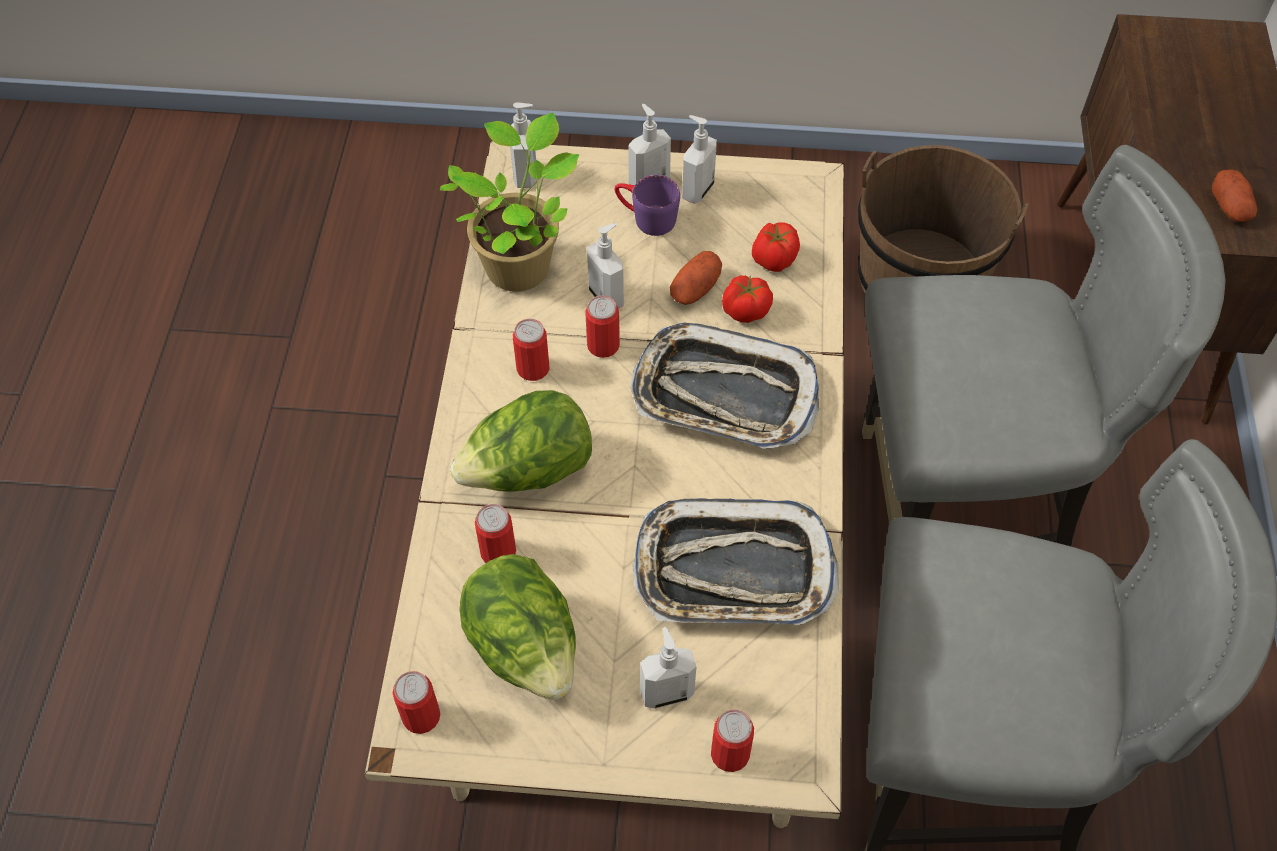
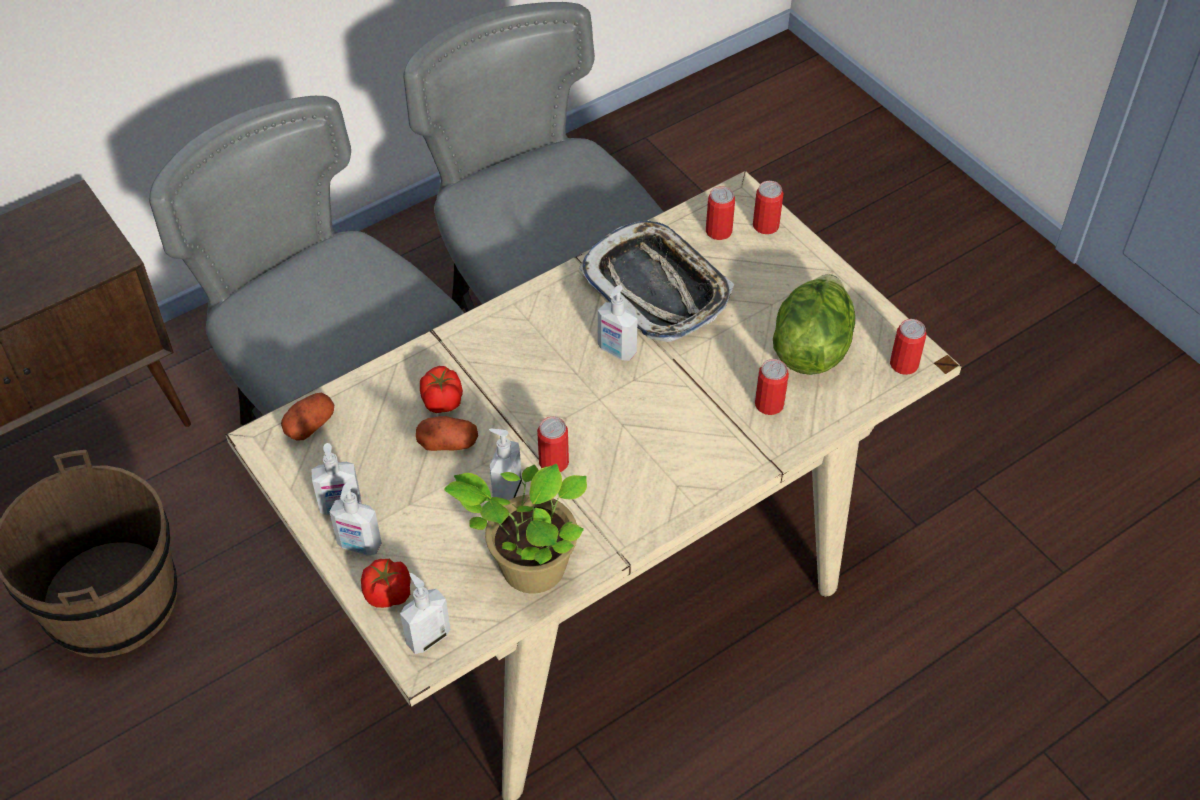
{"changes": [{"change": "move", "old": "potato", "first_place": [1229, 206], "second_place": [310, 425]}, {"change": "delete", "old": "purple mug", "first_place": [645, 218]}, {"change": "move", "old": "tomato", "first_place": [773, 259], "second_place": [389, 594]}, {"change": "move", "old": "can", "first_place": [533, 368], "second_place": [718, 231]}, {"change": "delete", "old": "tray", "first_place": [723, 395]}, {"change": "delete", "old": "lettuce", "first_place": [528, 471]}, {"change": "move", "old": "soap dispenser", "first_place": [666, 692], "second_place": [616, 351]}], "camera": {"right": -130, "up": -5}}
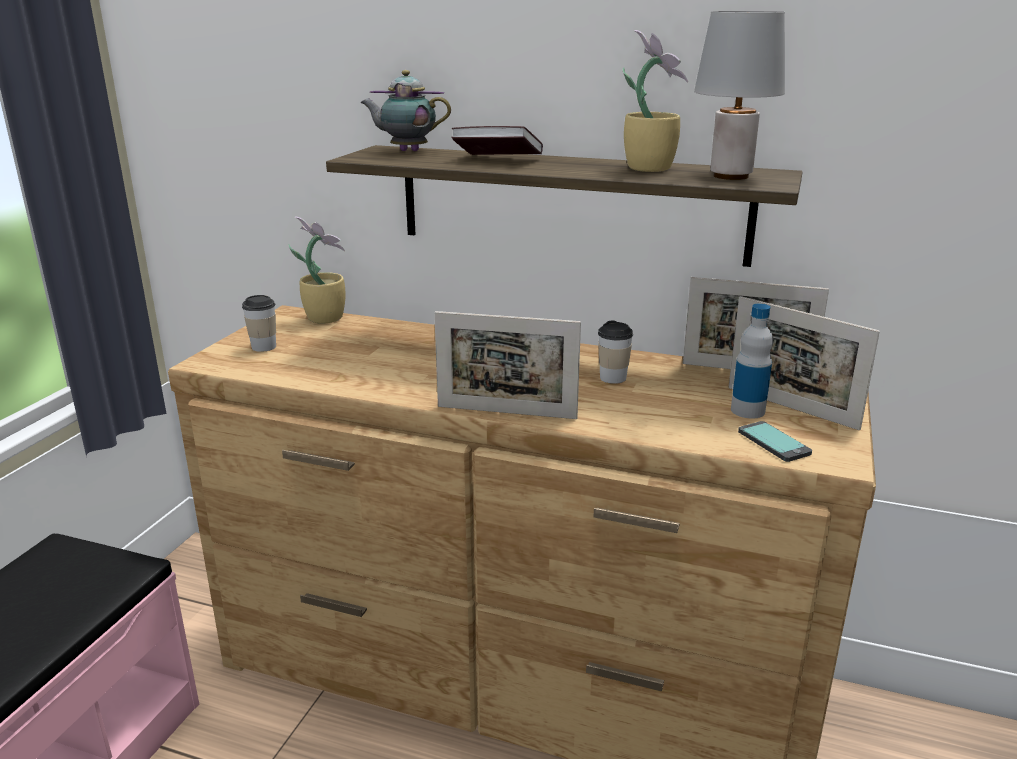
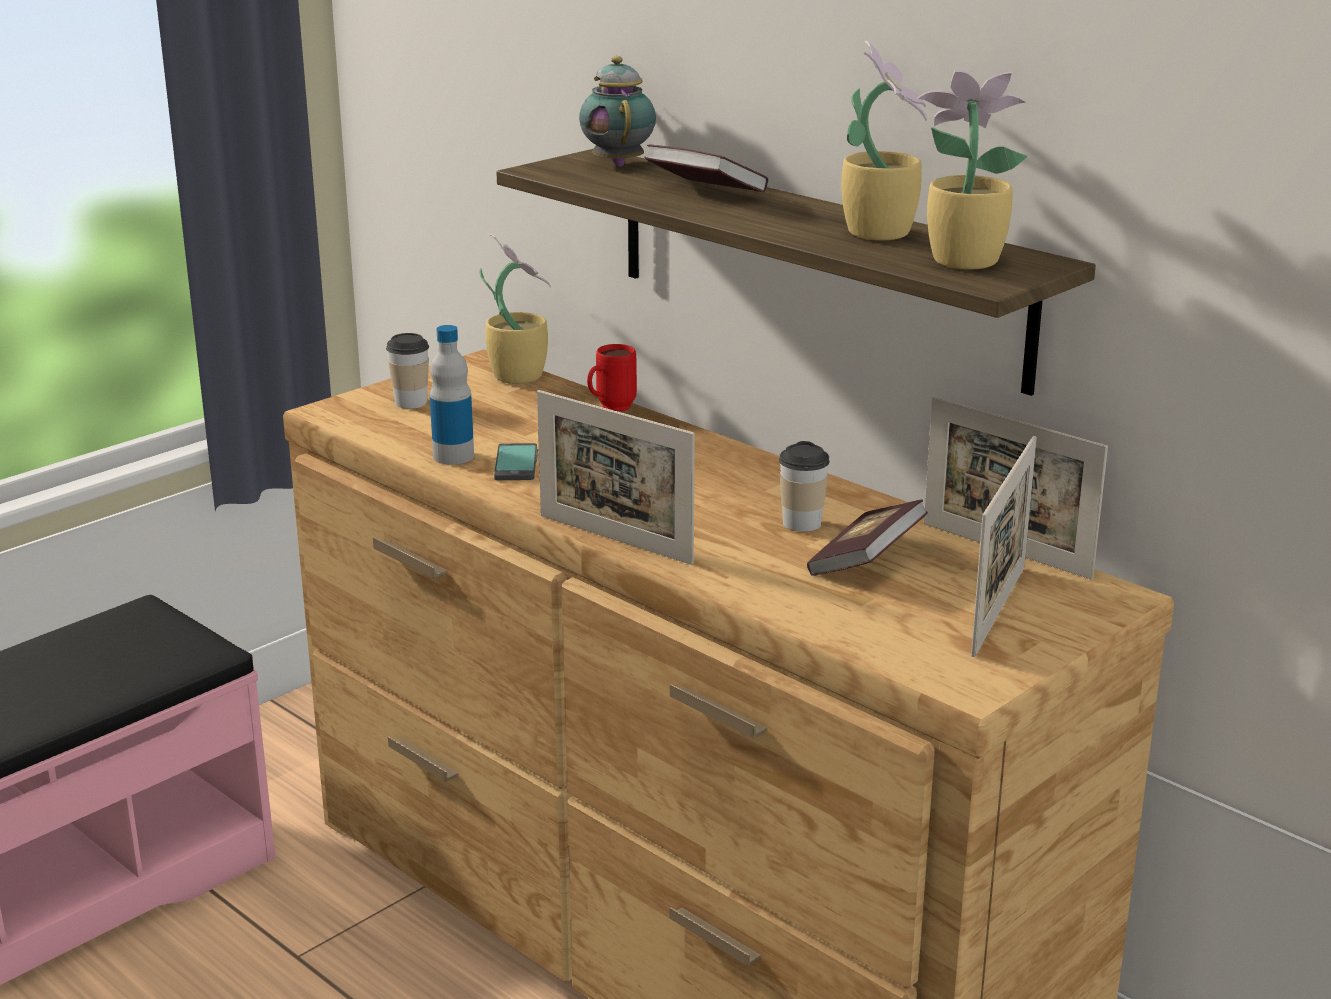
{"changes": [{"change": "replace", "old": "grey table lamp", "new": "potted plant", "first_place": [729, 176], "second_place": [961, 261]}, {"change": "rotate", "old": "teapot", "first_place": [406, 151], "second_place": [618, 163], "degrees": 45}, {"change": "rotate", "old": "picture frame", "first_place": [791, 407], "second_place": [998, 610], "degrees": -135}, {"change": "move", "old": "bottle", "first_place": [747, 410], "second_place": [453, 456]}, {"change": "move", "old": "phone", "first_place": [774, 442], "second_place": [516, 464]}, {"change": "insert", "new": "red mug", "second_place": [610, 409]}, {"change": "insert", "new": "book", "second_place": [866, 562]}], "camera": {"right": 25, "up": 0}}
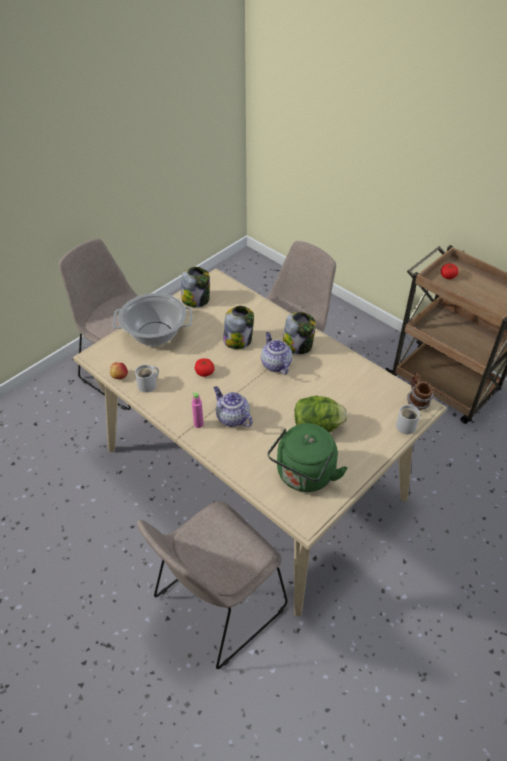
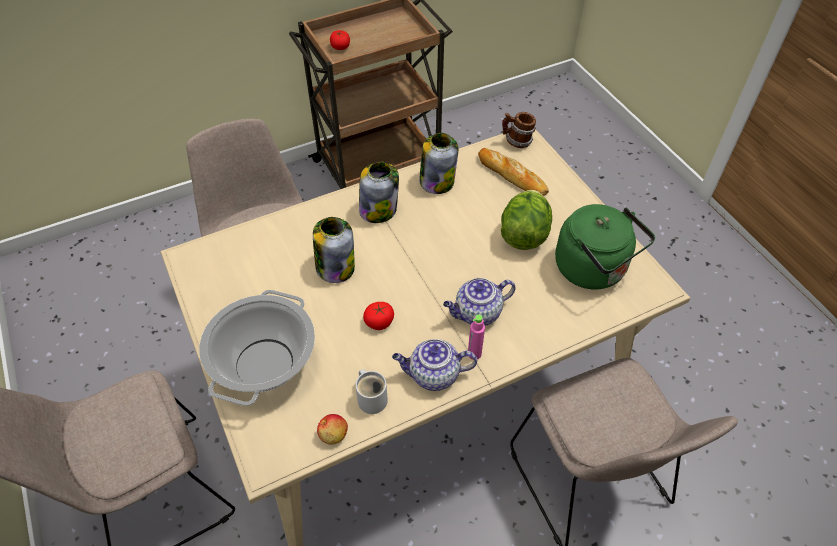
{"changes": [{"change": "move", "old": "jar", "first_place": [196, 300], "second_place": [437, 181]}, {"change": "move", "old": "teapot", "first_place": [275, 364], "second_place": [433, 375]}, {"change": "delete", "old": "white mug", "first_place": [406, 425]}, {"change": "insert", "new": "bread", "second_place": [512, 176]}], "camera": {"right": -70, "up": 5}}
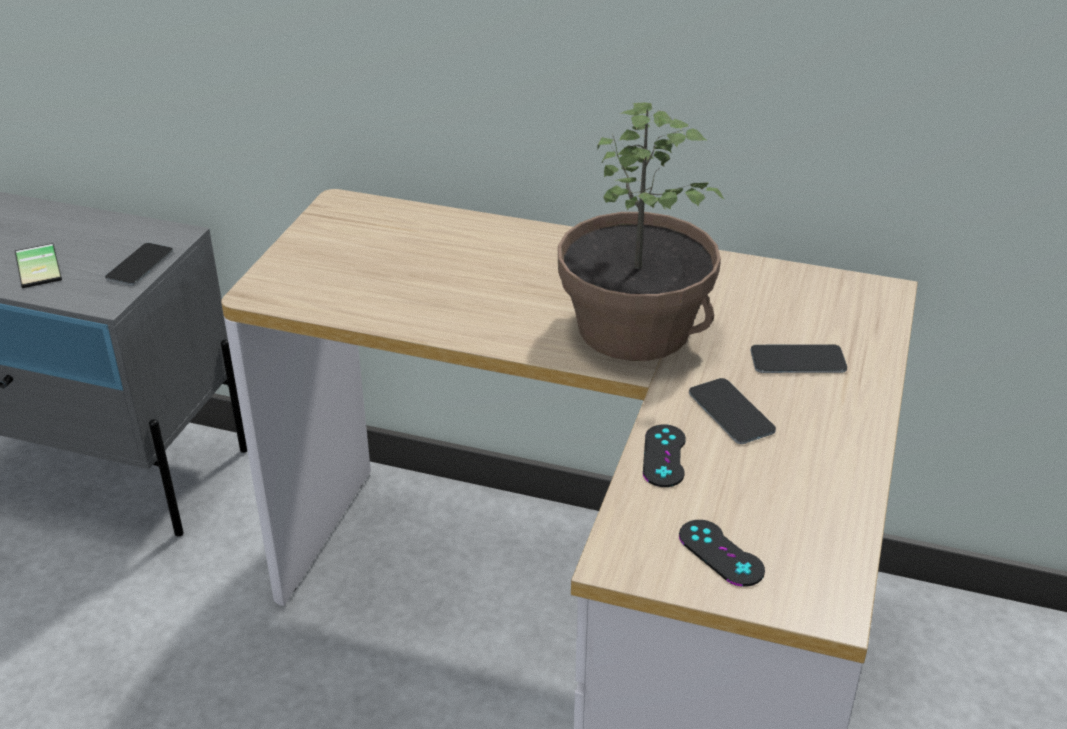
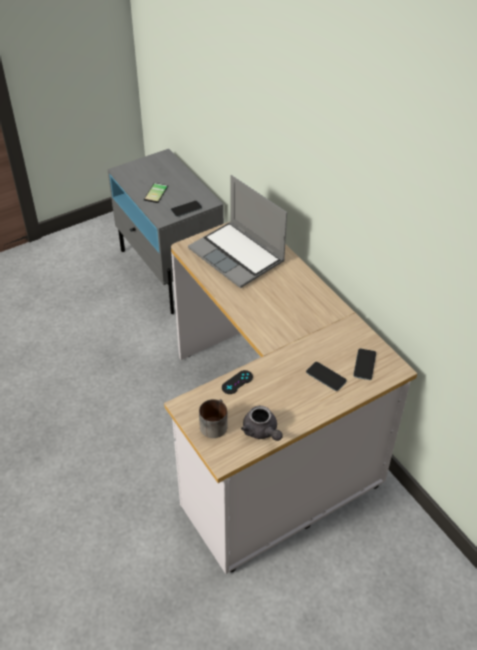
{"changes": [{"change": "delete", "old": "potted plant", "first_place": [633, 329]}, {"change": "move", "old": "phone", "first_place": [731, 412], "second_place": [364, 364]}, {"change": "replace", "old": "black game controller", "new": "mug", "first_place": [721, 553], "second_place": [213, 423]}, {"change": "insert", "new": "laptop", "second_place": [238, 256]}, {"change": "insert", "new": "grey teapot", "second_place": [262, 432]}], "camera": {"right": 40, "up": 10}}
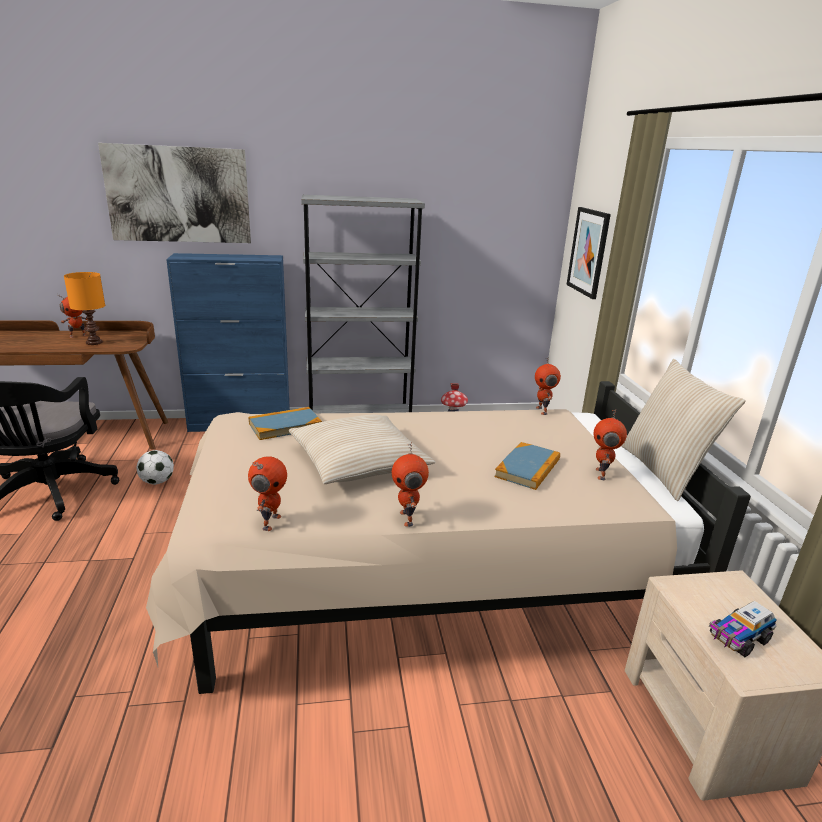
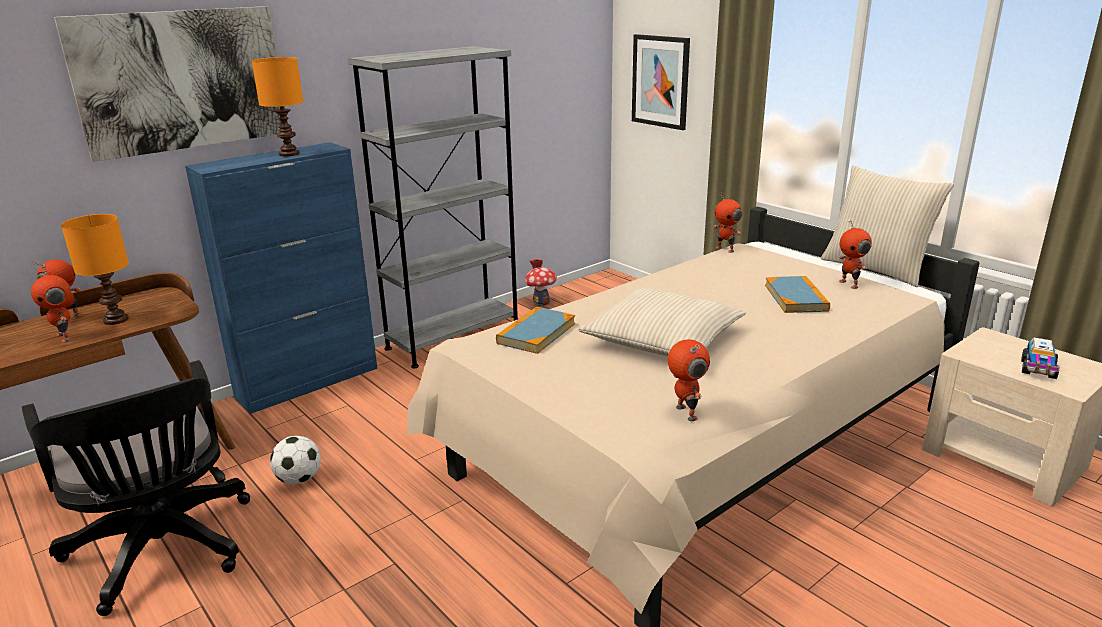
{"changes": [{"change": "move", "old": "toy robot", "first_place": [408, 518], "second_place": [65, 337]}, {"change": "insert", "new": "orange table lamp", "second_place": [288, 154]}], "camera": {"right": -30, "up": 0}}
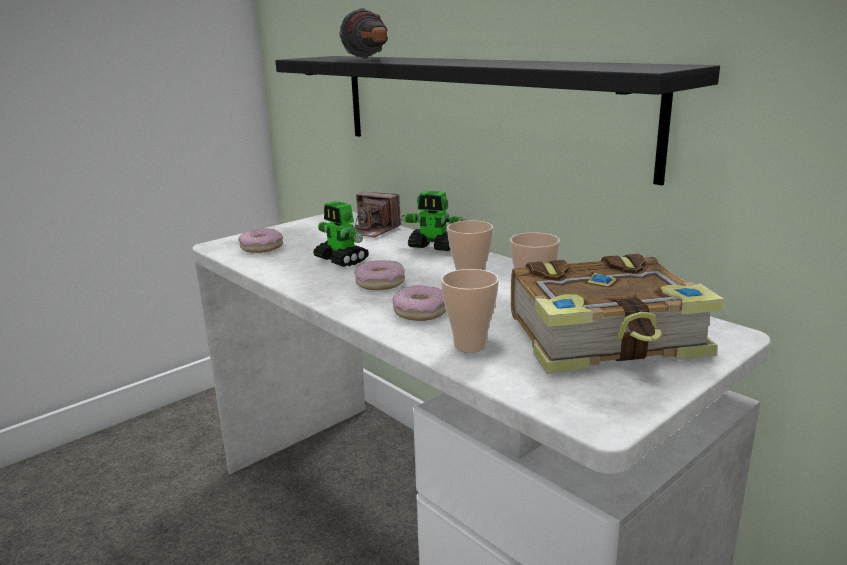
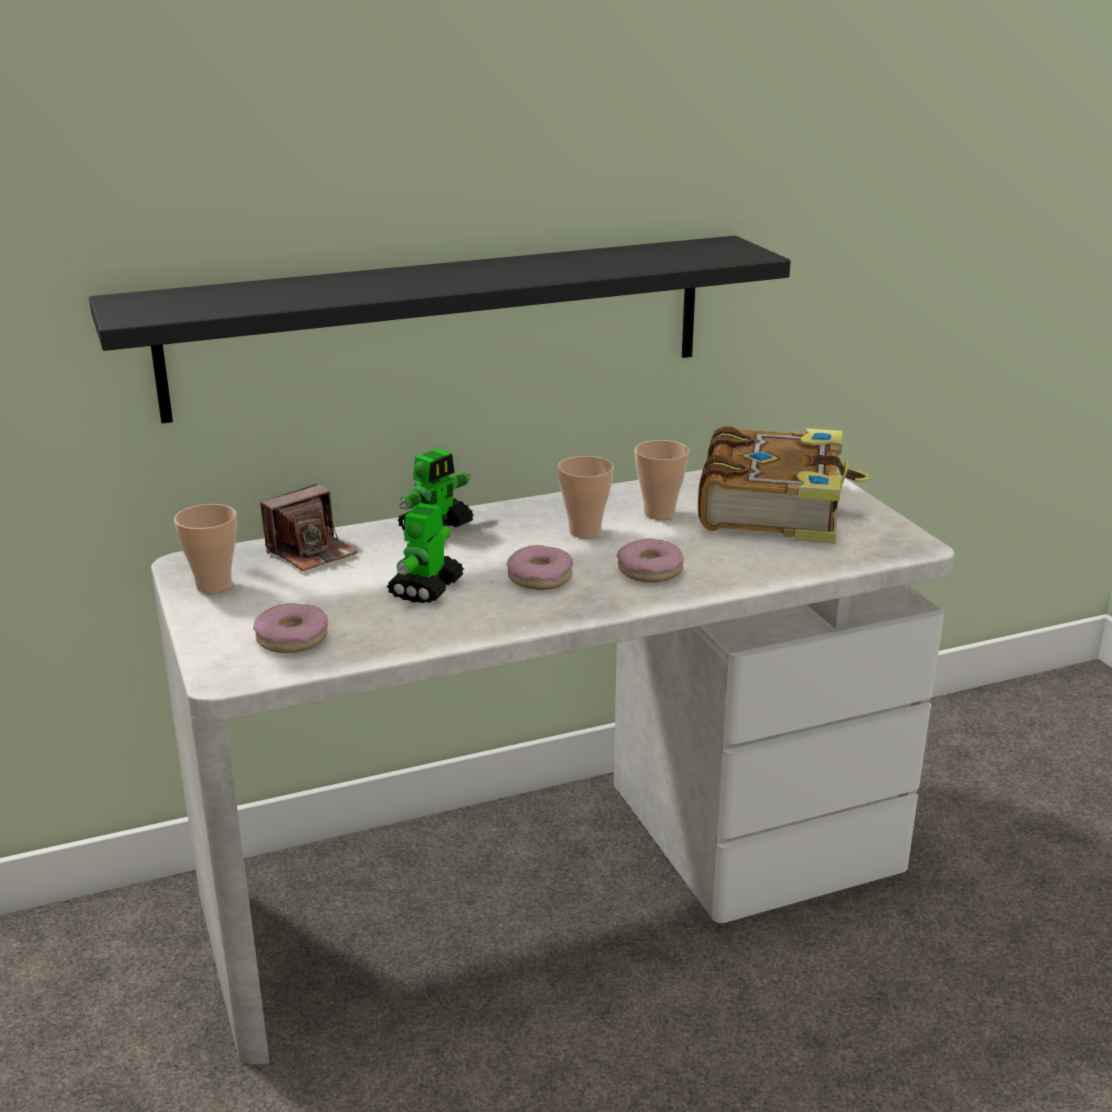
{"changes": [{"change": "delete", "old": "flashlight", "first_place": [371, 60]}, {"change": "rotate", "old": "toy robot", "first_place": [341, 260], "second_place": [425, 589], "degrees": 135}, {"change": "move", "old": "cup", "first_place": [470, 345], "second_place": [214, 586]}], "camera": {"right": -70, "up": 5}}
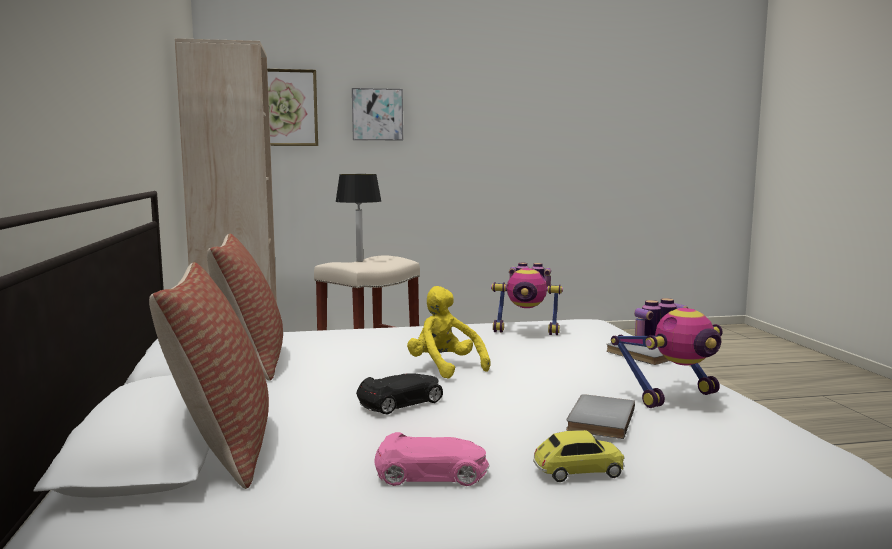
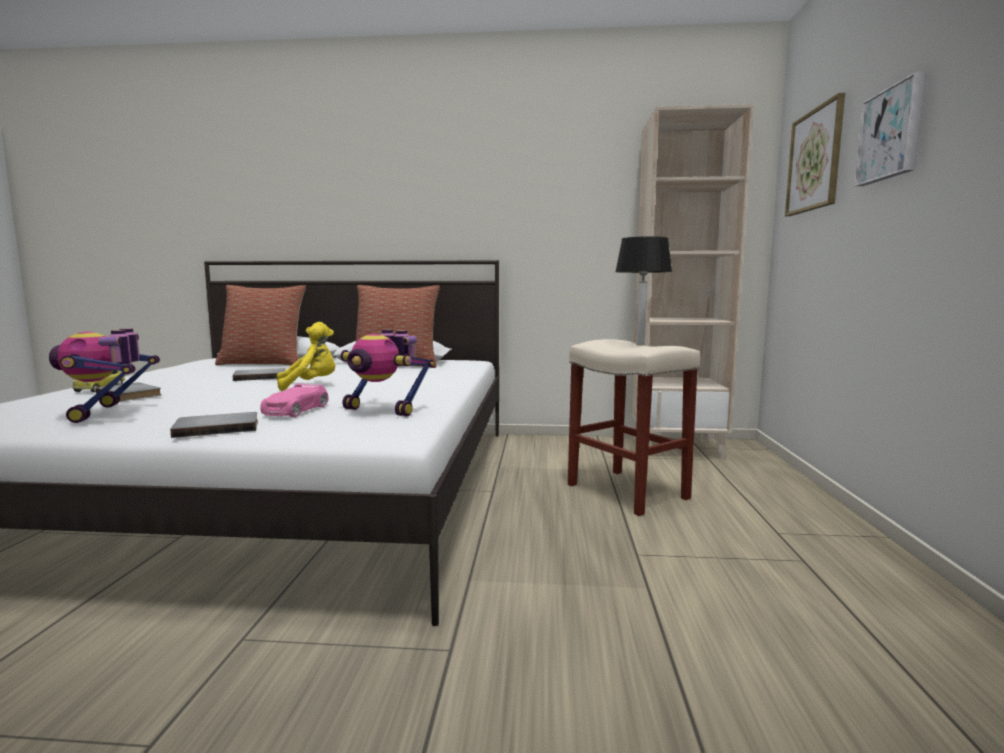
{"changes": [{"change": "rotate", "old": "toy robot", "first_place": [527, 331], "second_place": [384, 410], "degrees": -90}, {"change": "replace", "old": "black toy car", "new": "grey book", "first_place": [401, 402], "second_place": [260, 377]}, {"change": "move", "old": "pink toy car", "first_place": [432, 474], "second_place": [295, 411]}], "camera": {"right": 105, "up": 0}}
